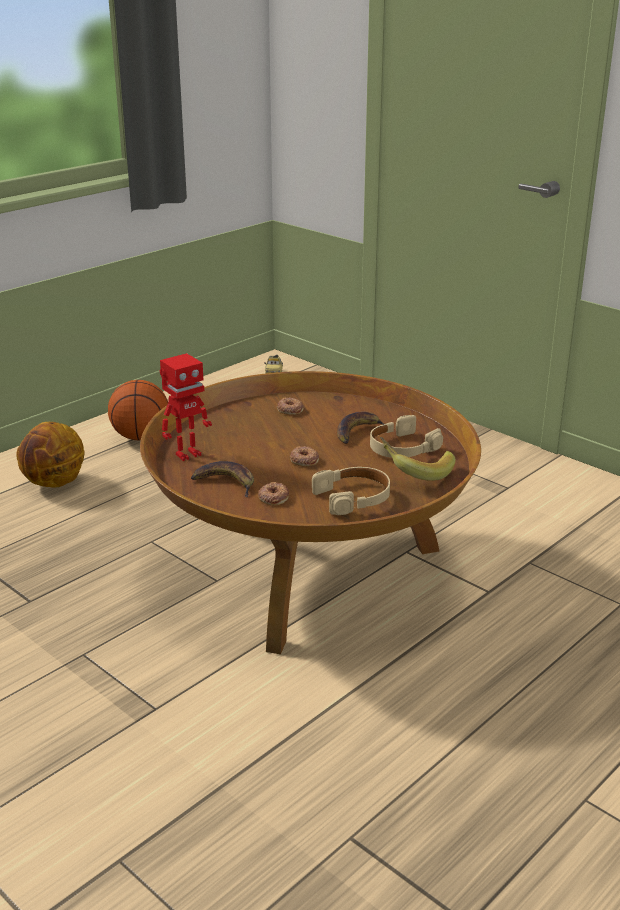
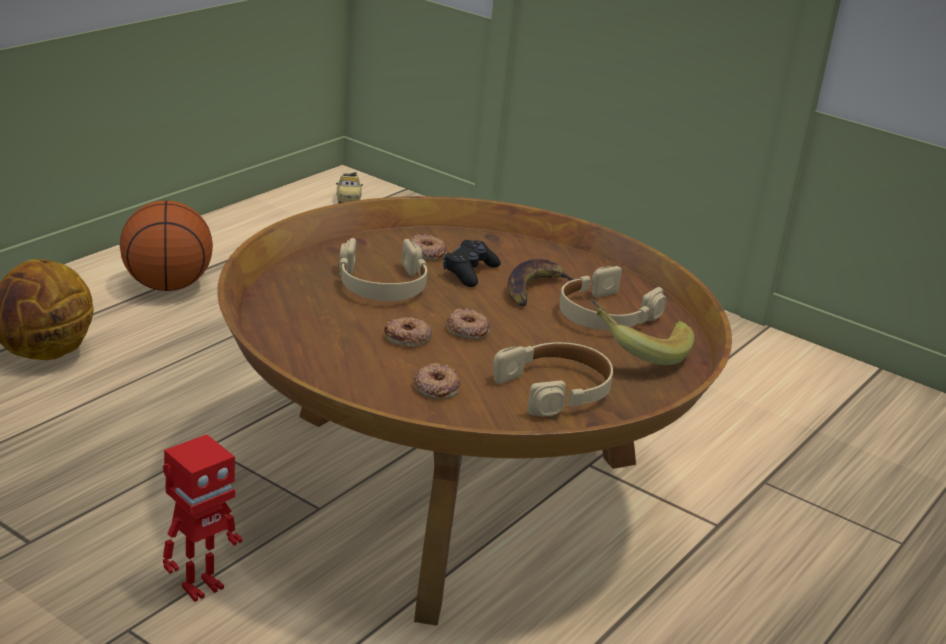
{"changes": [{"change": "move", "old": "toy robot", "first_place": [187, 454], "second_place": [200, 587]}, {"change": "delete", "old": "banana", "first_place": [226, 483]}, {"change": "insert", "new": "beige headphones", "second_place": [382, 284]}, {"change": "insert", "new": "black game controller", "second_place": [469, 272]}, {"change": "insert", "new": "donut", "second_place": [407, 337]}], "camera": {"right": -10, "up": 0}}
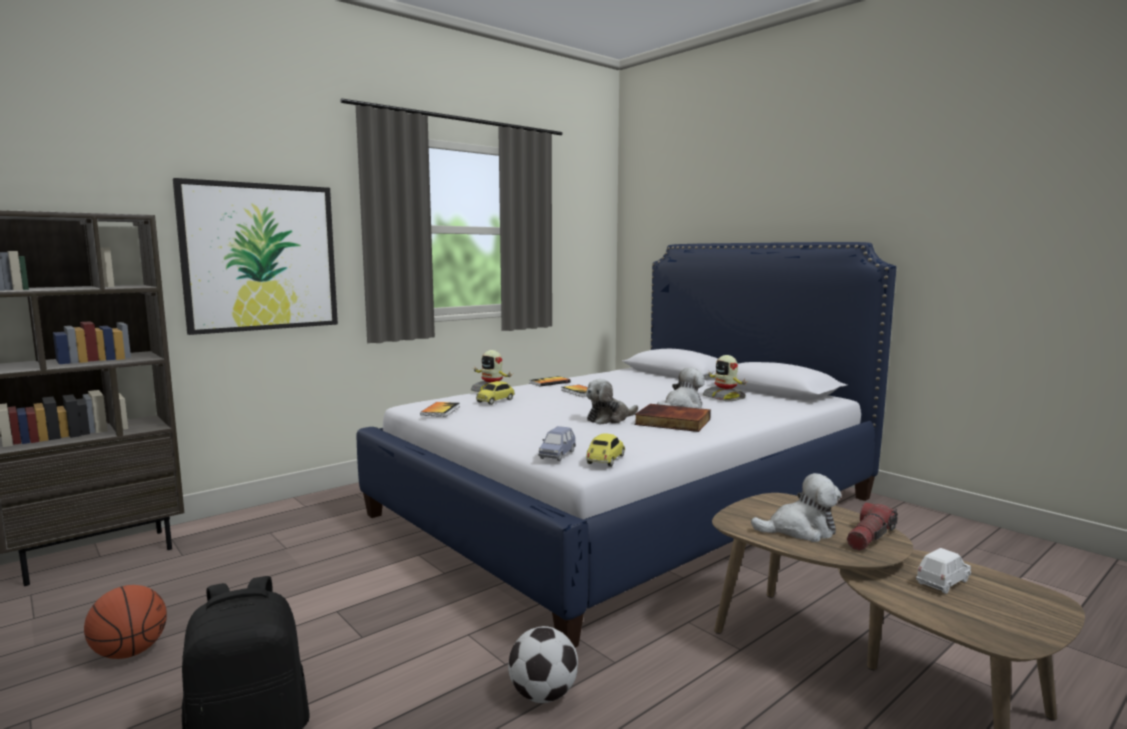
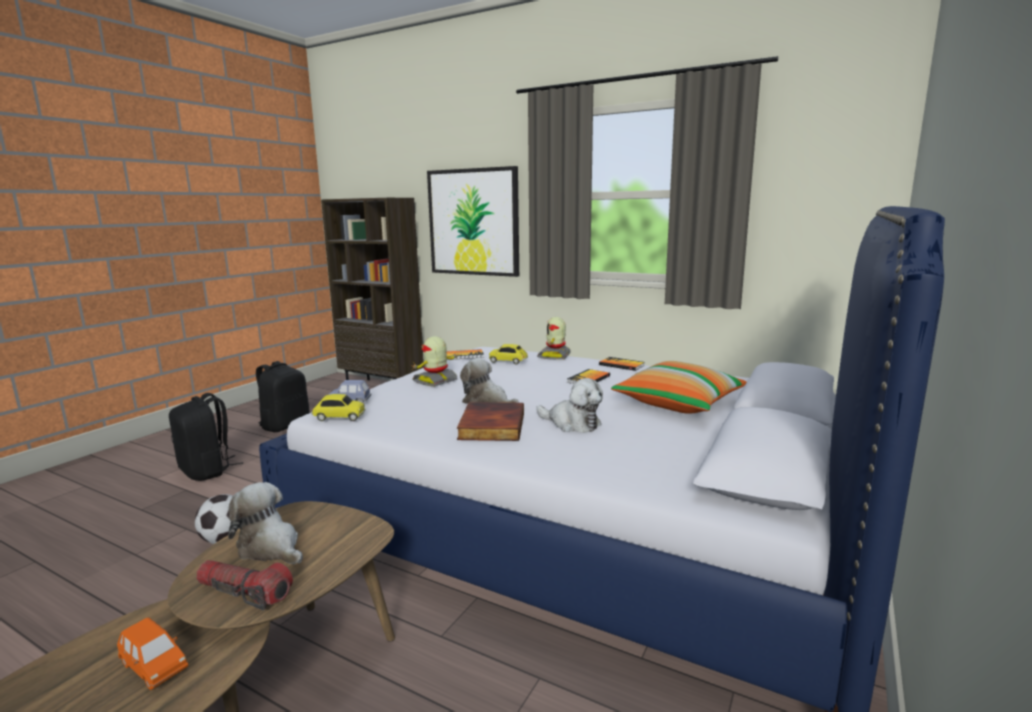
{"changes": [{"change": "move", "old": "toy robot", "first_place": [724, 398], "second_place": [436, 381]}, {"change": "rotate", "old": "plush toy", "first_place": [800, 530], "second_place": [270, 547], "degrees": 150}, {"change": "recolor", "old": "white toy car", "new": "orange toy car", "first_place": [943, 582], "second_place": [154, 667]}, {"change": "replace", "old": "basketball", "new": "black backpack", "first_place": [129, 652], "second_place": [285, 425]}, {"change": "insert", "new": "pillow", "second_place": [679, 403]}], "camera": {"right": 70, "up": 5}}
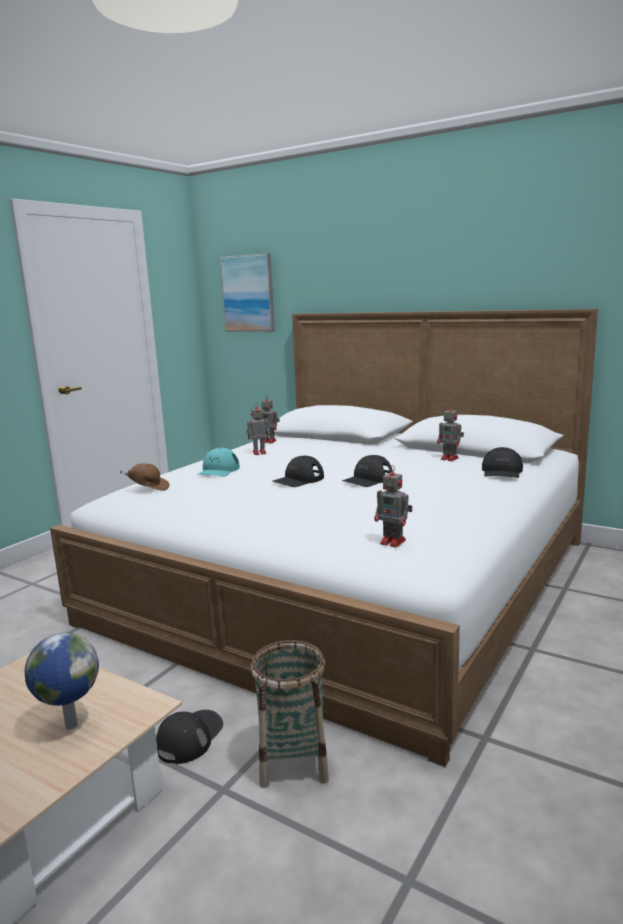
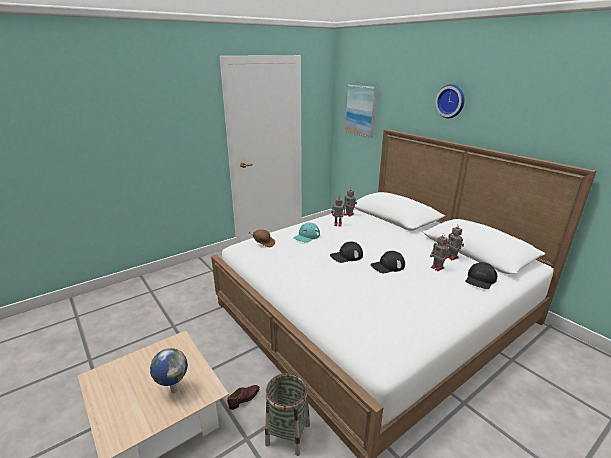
{"changes": [{"change": "move", "old": "toy robot", "first_place": [394, 542], "second_place": [438, 268]}, {"change": "replace", "old": "black cap", "new": "brown shoe", "first_place": [189, 737], "second_place": [244, 398]}, {"change": "insert", "new": "wall clock", "second_place": [451, 101]}], "camera": {"right": 20, "up": 10}}
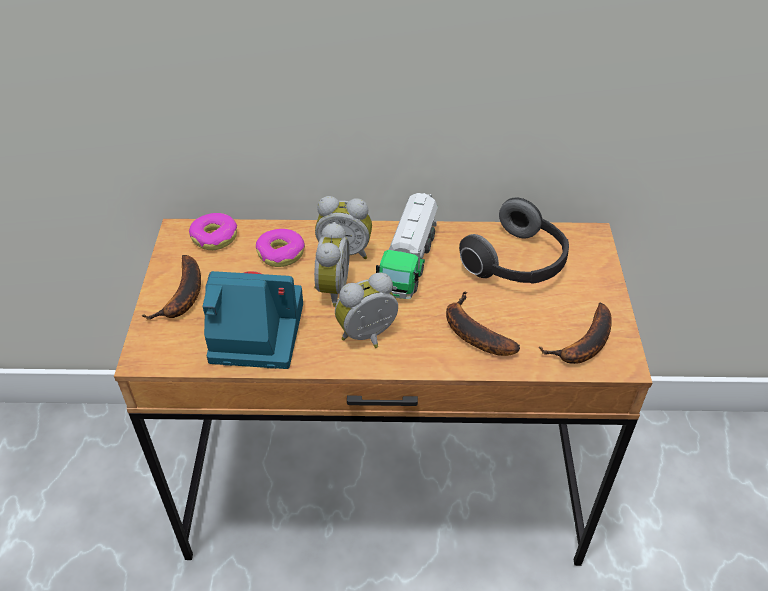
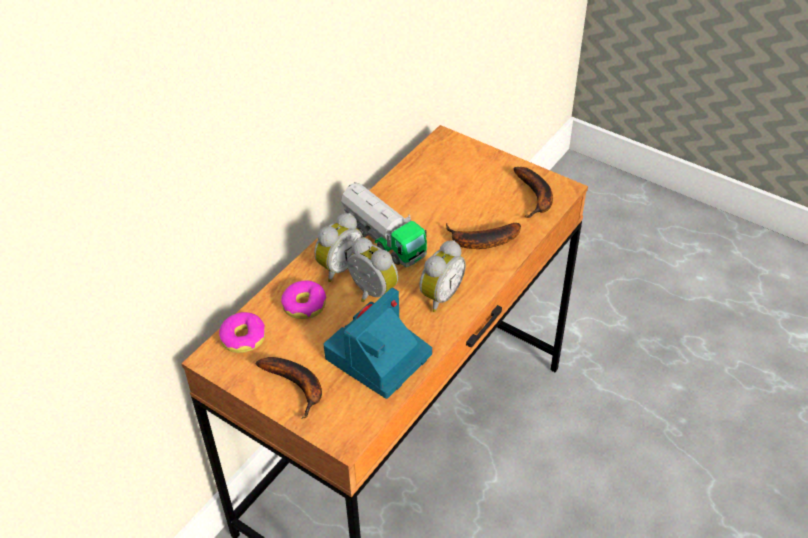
{"changes": [{"change": "delete", "old": "headphones", "first_place": [517, 263]}, {"change": "rotate", "old": "alarm clock", "first_place": [368, 337], "second_place": [439, 296], "degrees": -150}], "camera": {"right": -55, "up": 0}}
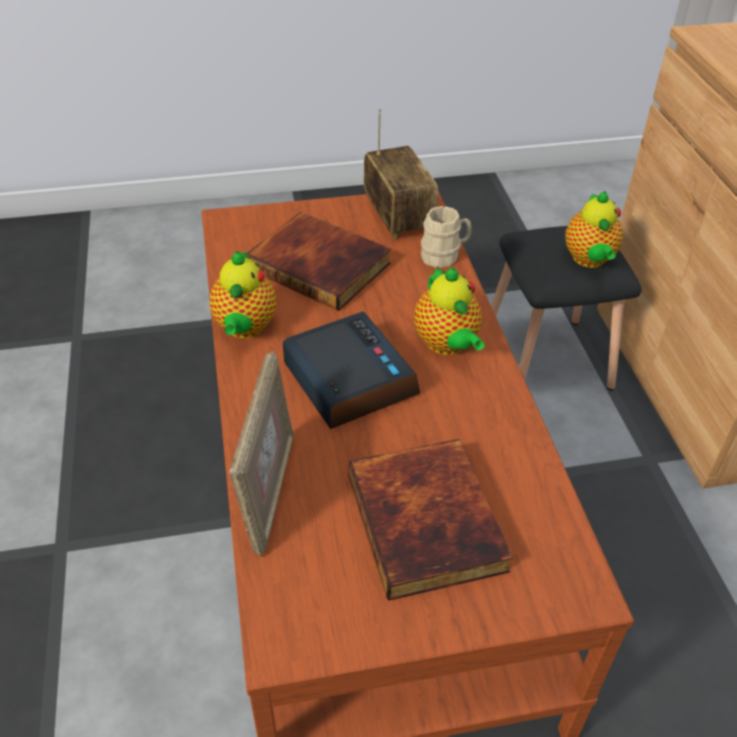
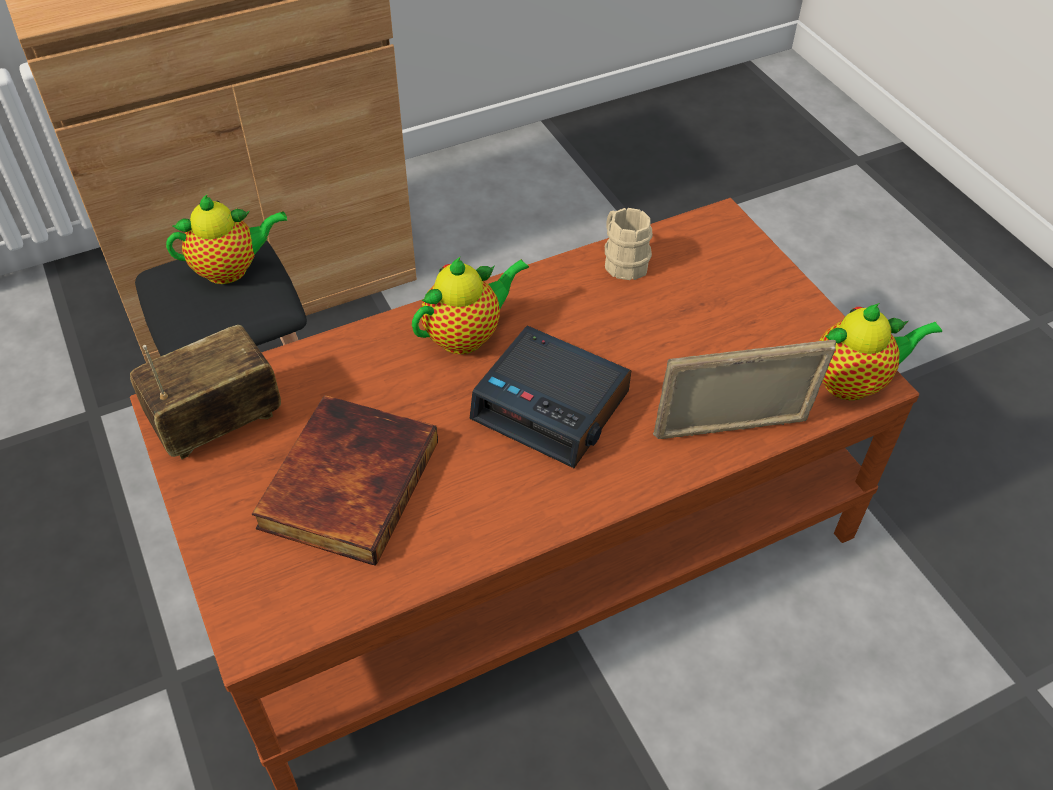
{"changes": [{"change": "move", "old": "beige mug", "first_place": [444, 255], "second_place": [622, 261]}, {"change": "move", "old": "teapot", "first_place": [244, 329], "second_place": [853, 382]}, {"change": "rotate", "old": "alarm clock", "first_place": [348, 379], "second_place": [552, 406], "degrees": -105}, {"change": "delete", "old": "book", "first_place": [429, 522]}], "camera": {"right": -105, "up": 5}}
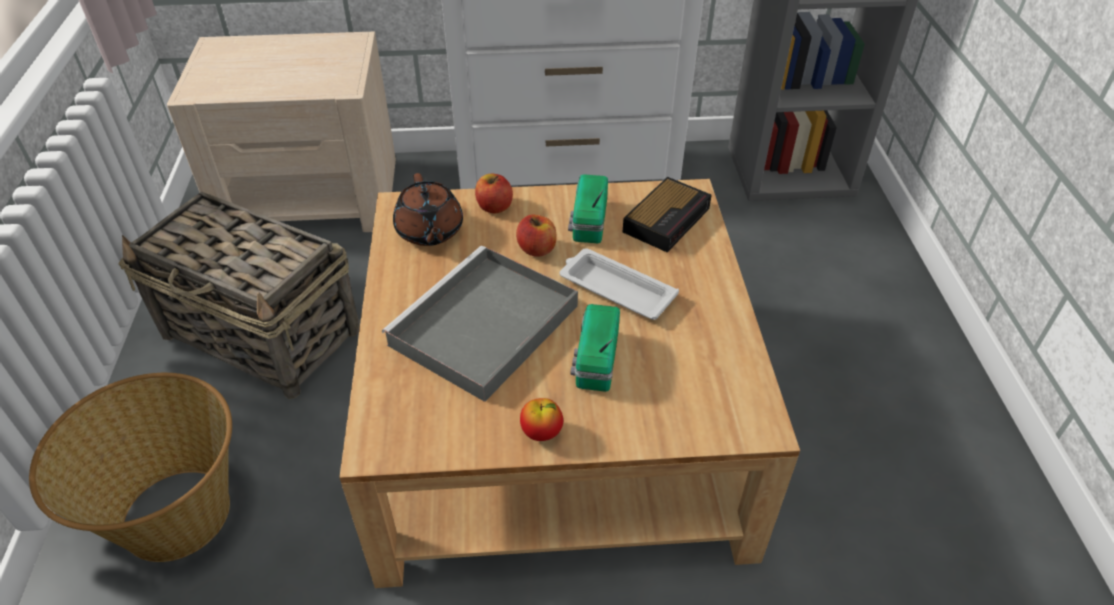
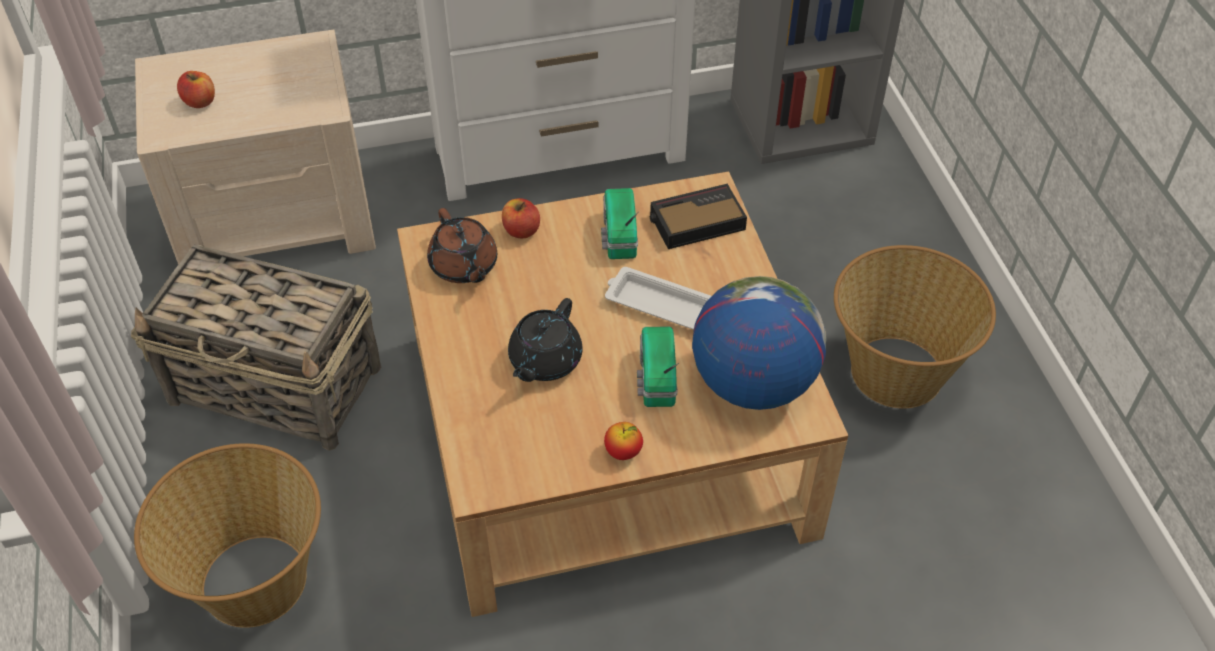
{"changes": [{"change": "rotate", "old": "alarm clock", "first_place": [667, 219], "second_place": [695, 222], "degrees": -135}, {"change": "move", "old": "apple", "first_place": [537, 249], "second_place": [200, 102]}, {"change": "replace", "old": "grey tray", "new": "black teapot", "first_place": [482, 328], "second_place": [544, 361]}, {"change": "insert", "new": "basket", "second_place": [895, 373]}, {"change": "insert", "new": "globe", "second_place": [752, 383]}], "camera": {"right": -10, "up": 5}}
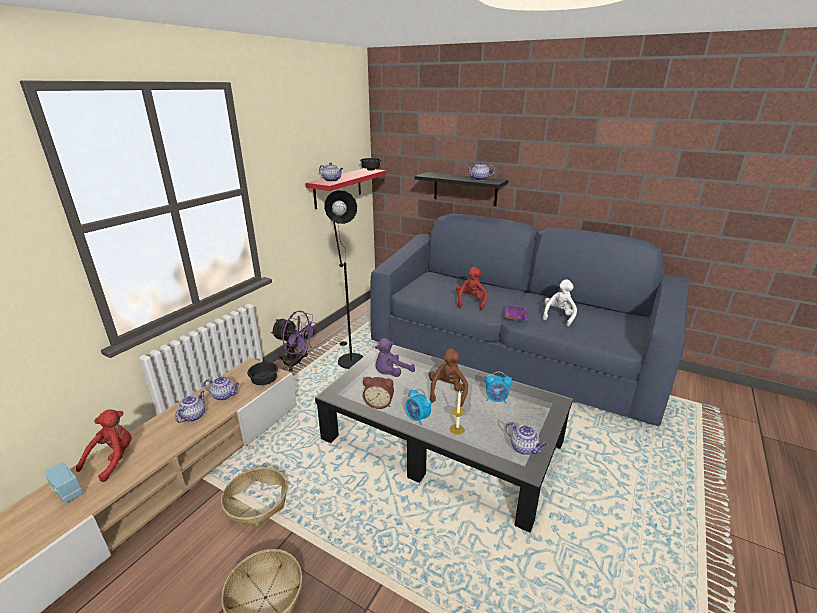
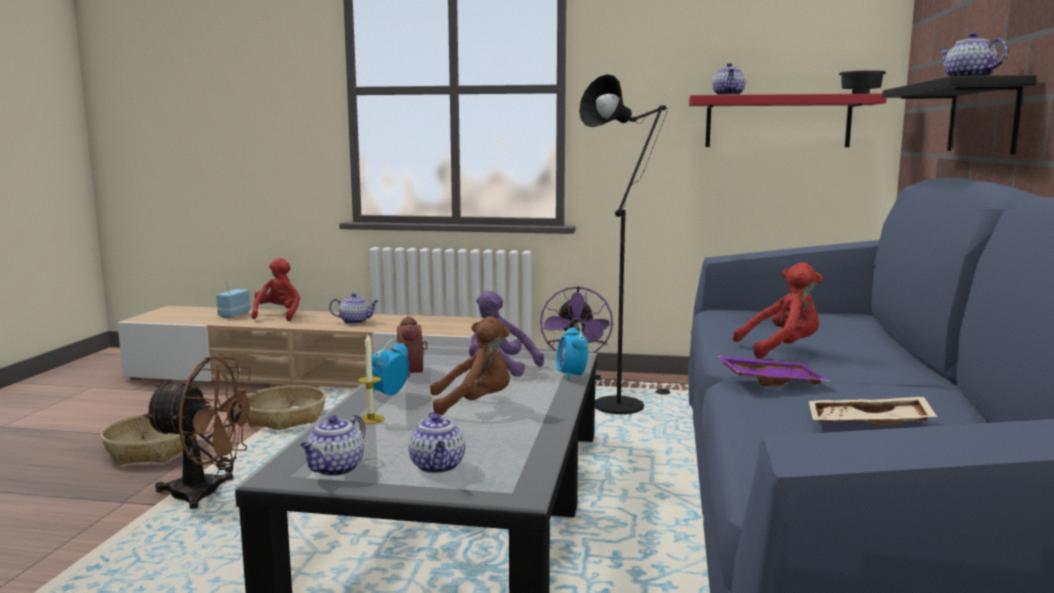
{"changes": [{"change": "replace", "old": "white plush toy", "new": "beige tray", "first_place": [558, 316], "second_place": [868, 425]}, {"change": "delete", "old": "black bowl", "first_place": [263, 382]}, {"change": "move", "old": "alarm clock", "first_place": [496, 400], "second_place": [571, 376]}, {"change": "move", "old": "teapot", "first_place": [224, 395], "second_place": [438, 467]}, {"change": "rotate", "old": "red plush toy", "first_place": [113, 459], "second_place": [278, 315], "degrees": -90}, {"change": "insert", "new": "brown fan", "second_place": [207, 494]}], "camera": {"right": 70, "up": -15}}
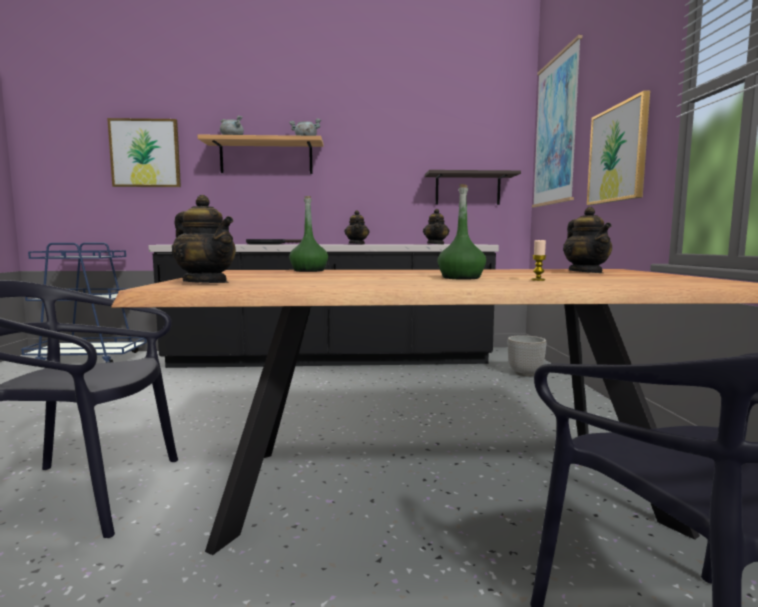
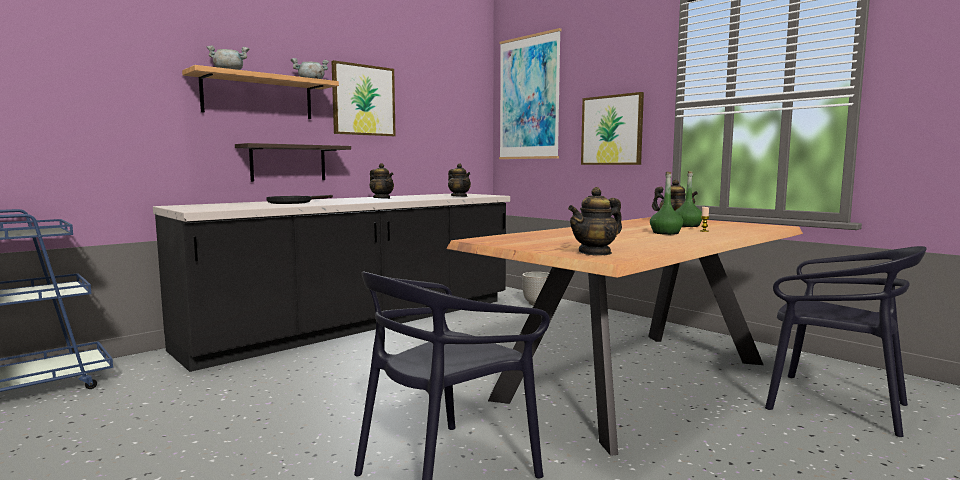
{"changes": [{"change": "move", "old": "picture", "first_place": [145, 153], "second_place": [363, 100]}, {"change": "move", "old": "shelf", "first_place": [467, 189], "second_place": [288, 163]}, {"change": "rotate", "old": "teapot", "first_place": [206, 282], "second_place": [595, 253], "degrees": 150}, {"change": "move", "old": "green bottle", "first_place": [309, 271], "second_place": [687, 226]}], "camera": {"right": -40, "up": 0}}
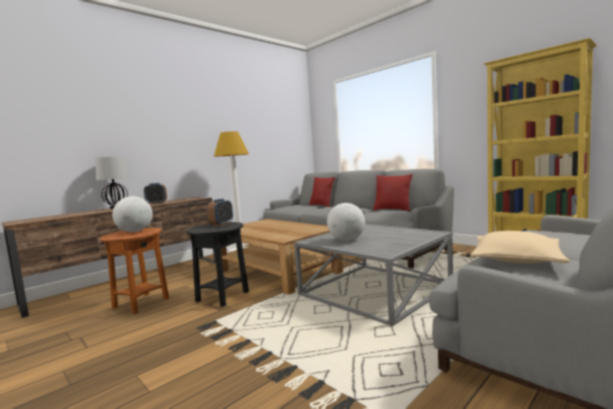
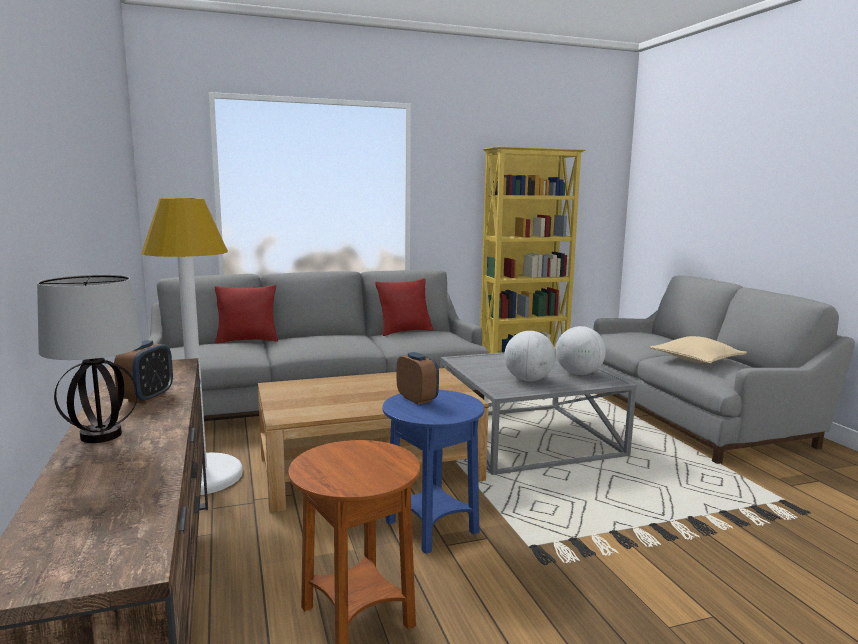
{"changes": [{"change": "move", "old": "globe", "first_place": [135, 231], "second_place": [579, 374]}, {"change": "recolor", "old": "black side table", "new": "blue side table", "first_place": [222, 297], "second_place": [431, 528]}], "camera": {"right": -65, "up": 5}}
